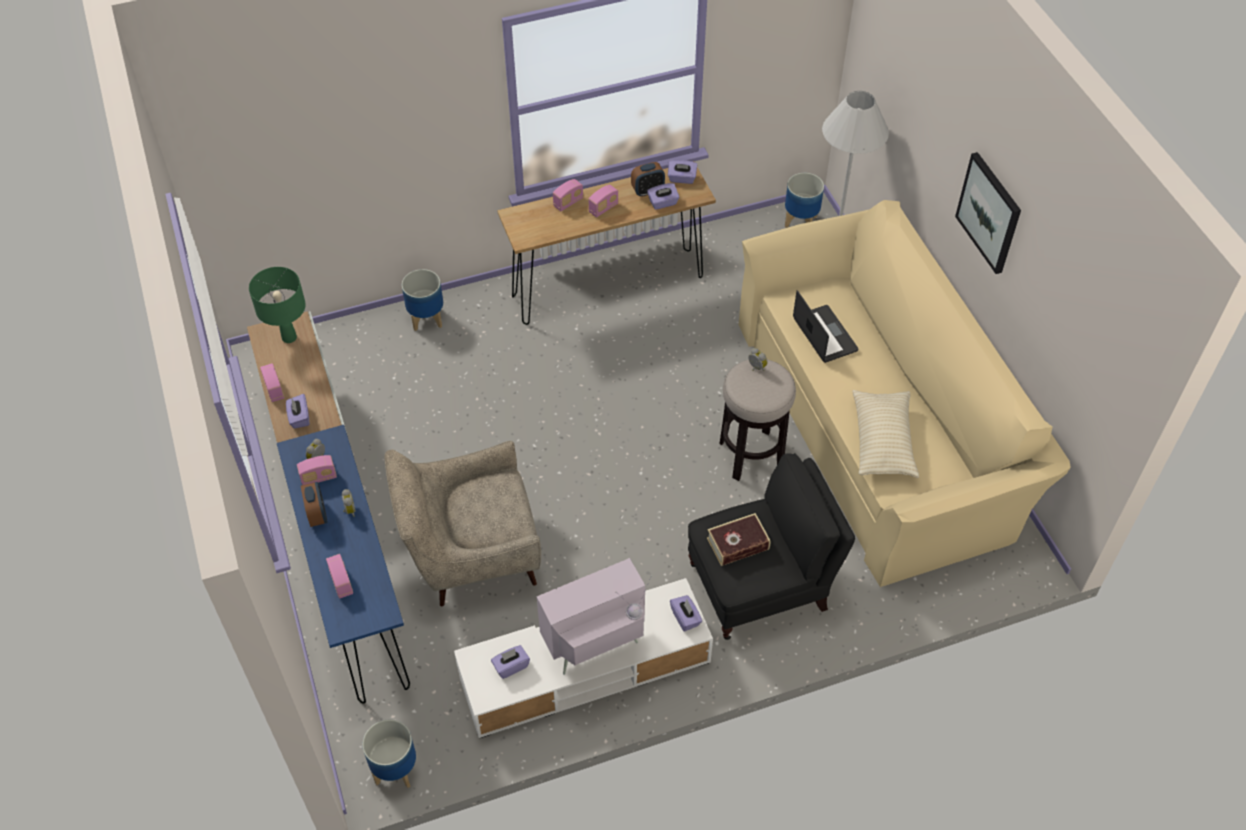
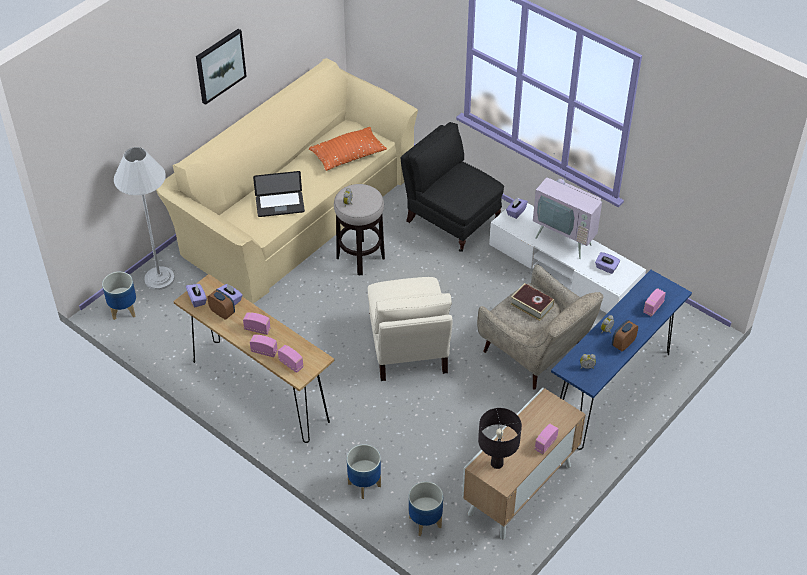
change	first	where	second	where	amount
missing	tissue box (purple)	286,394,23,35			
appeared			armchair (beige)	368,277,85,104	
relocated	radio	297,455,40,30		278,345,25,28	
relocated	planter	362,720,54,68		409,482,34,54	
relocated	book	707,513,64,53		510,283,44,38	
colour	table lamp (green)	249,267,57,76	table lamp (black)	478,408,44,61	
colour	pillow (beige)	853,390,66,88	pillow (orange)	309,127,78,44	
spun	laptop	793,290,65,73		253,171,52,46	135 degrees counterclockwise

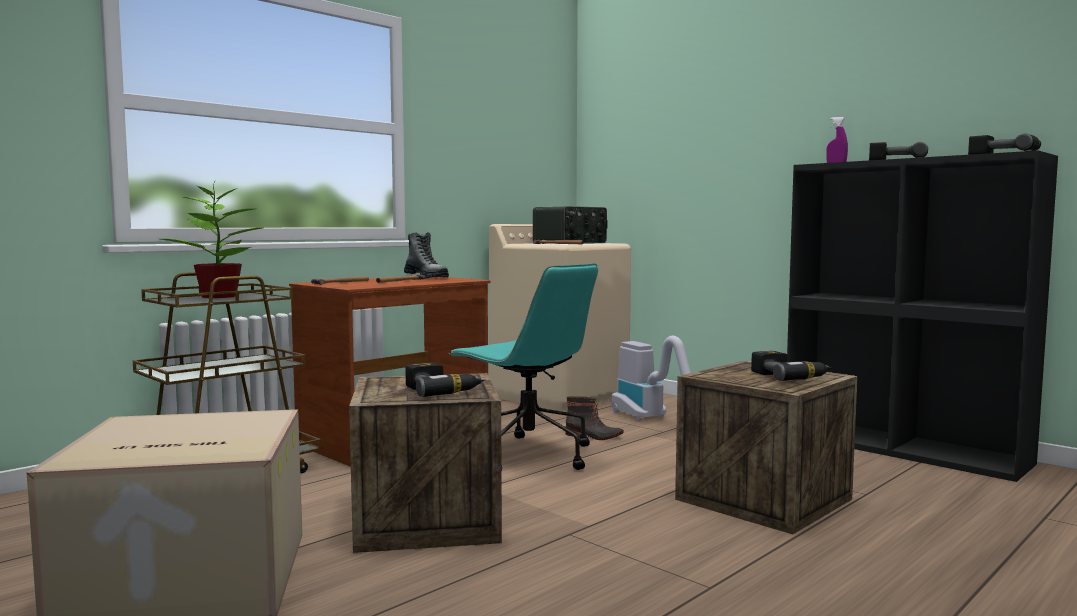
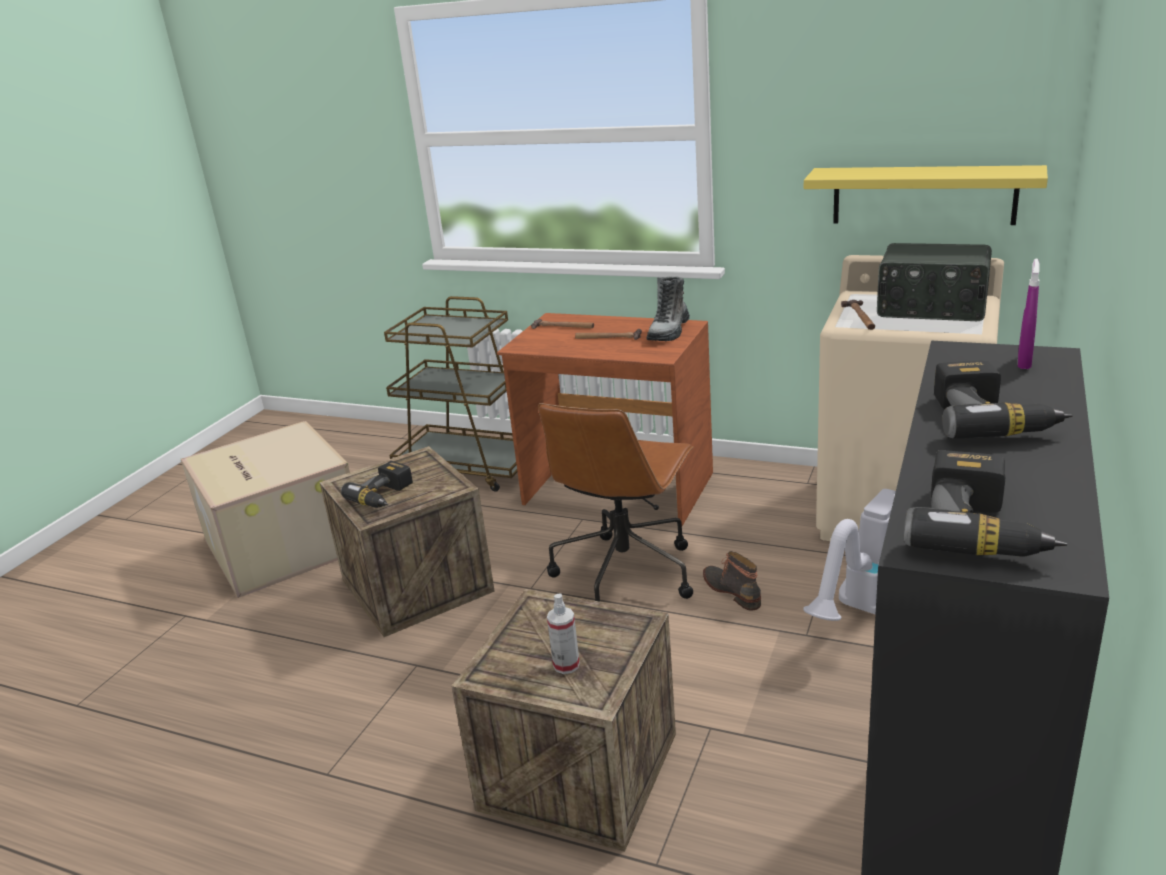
change	first	where	second	where	amount
missing	potted plant	161,181,101,117			
appeared			shelf (yellow)	804,165,244,60	
exchanged	power drill	751,351,81,30	spray bottle	547,593,33,81	
colour	office chair (turquoise)	448,263,150,207	office chair (brown)	538,403,156,199	
spun	boot	566,396,58,44		703,551,58,60	150 degrees clockwise

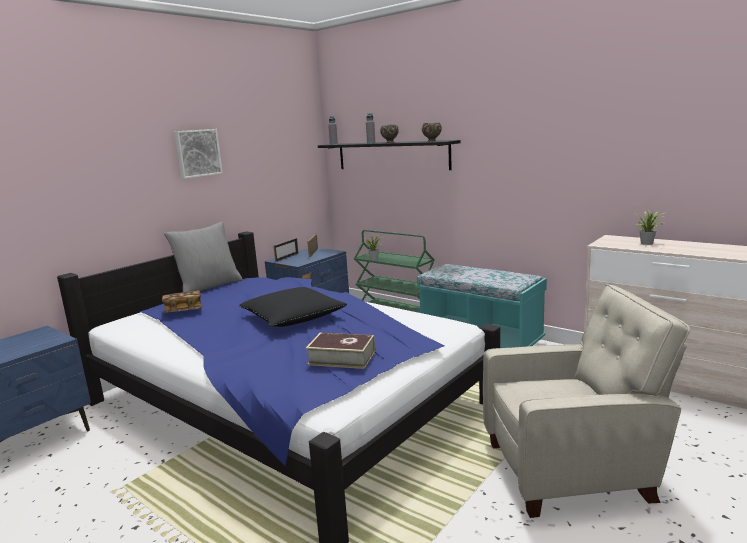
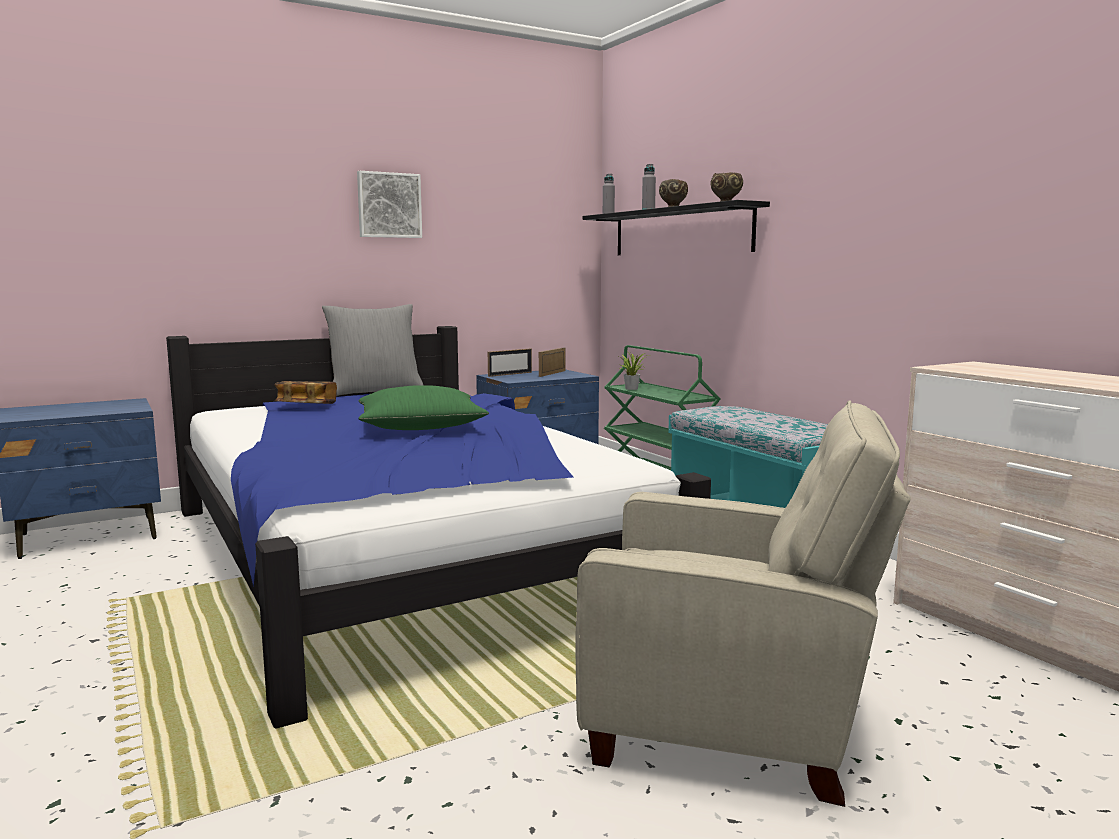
change	first	where	second	where	amount
missing	book	306,333,69,36			
missing	potted plant	636,210,29,35			
colour	pillow (black)	239,287,108,40	pillow (green)	358,385,131,45	

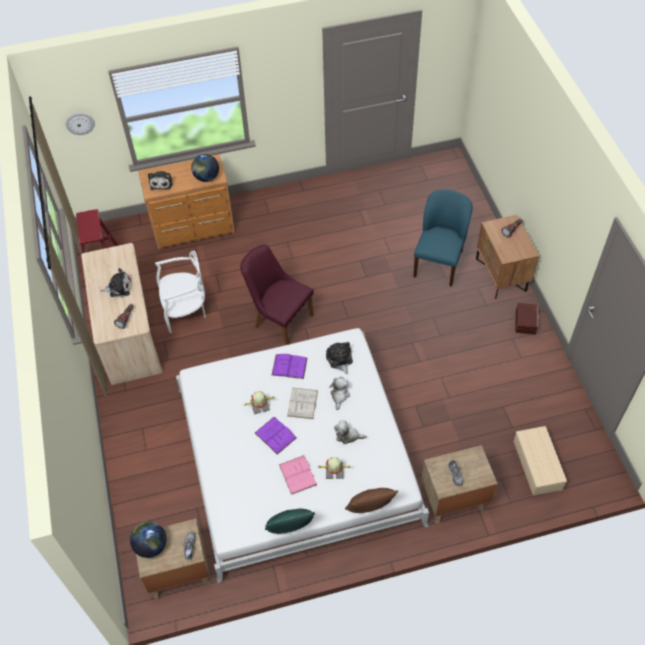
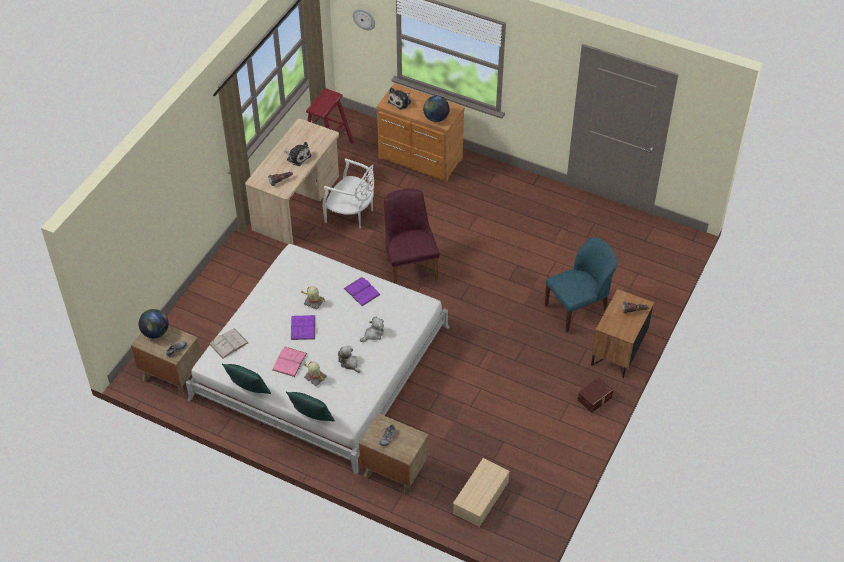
change	first	where	second	where	amount
missing	plush toy	326,342,27,32			
relocated	book (white)	287,388,31,31		209,328,39,30	
colour	pillow (brown)	345,488,53,25	pillow (green)	286,392,49,29	

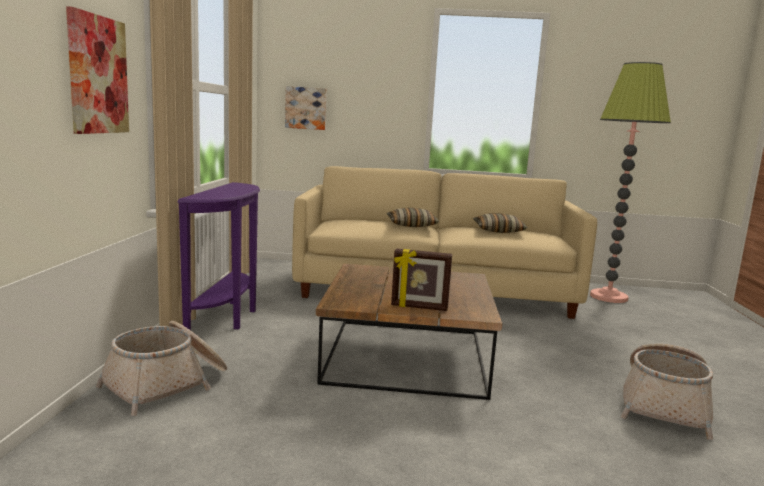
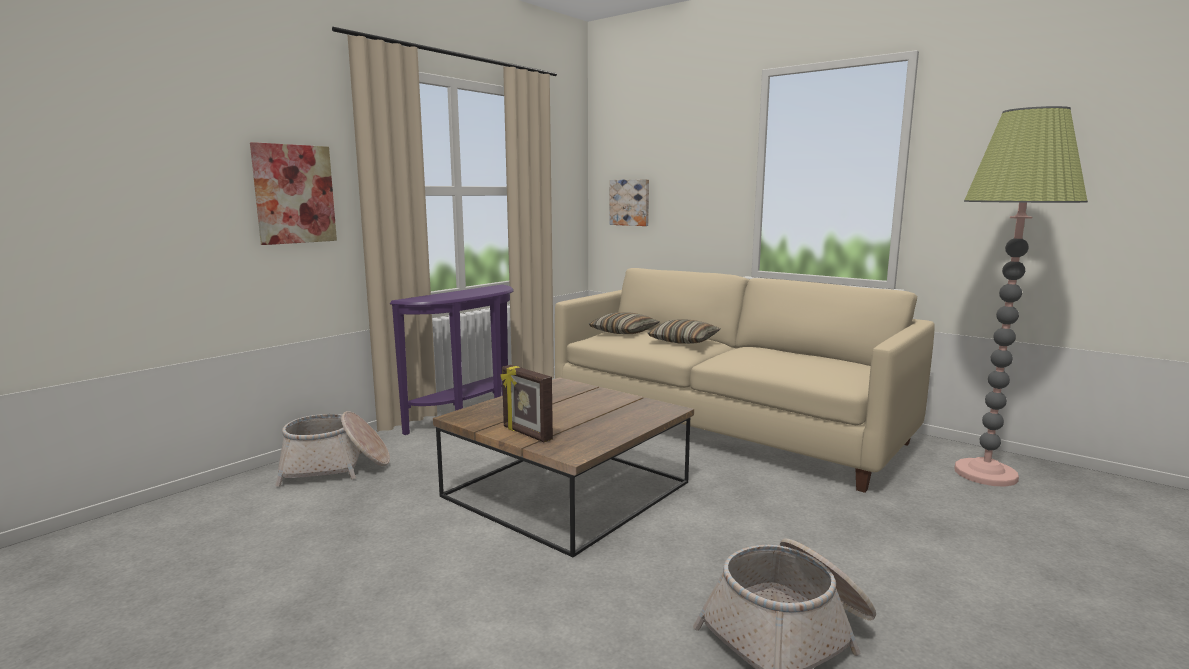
change	first	where	second	where	amount
relocated	pillow	473,213,54,20		589,312,70,22	

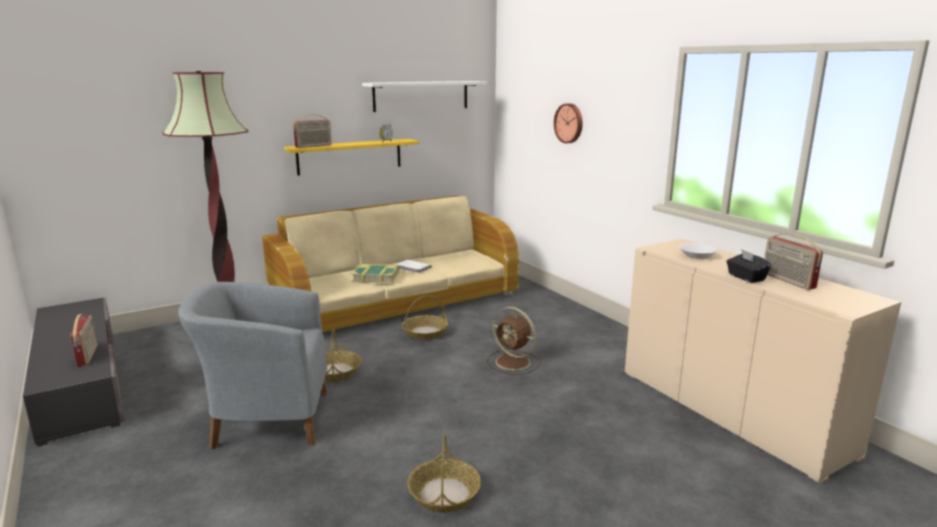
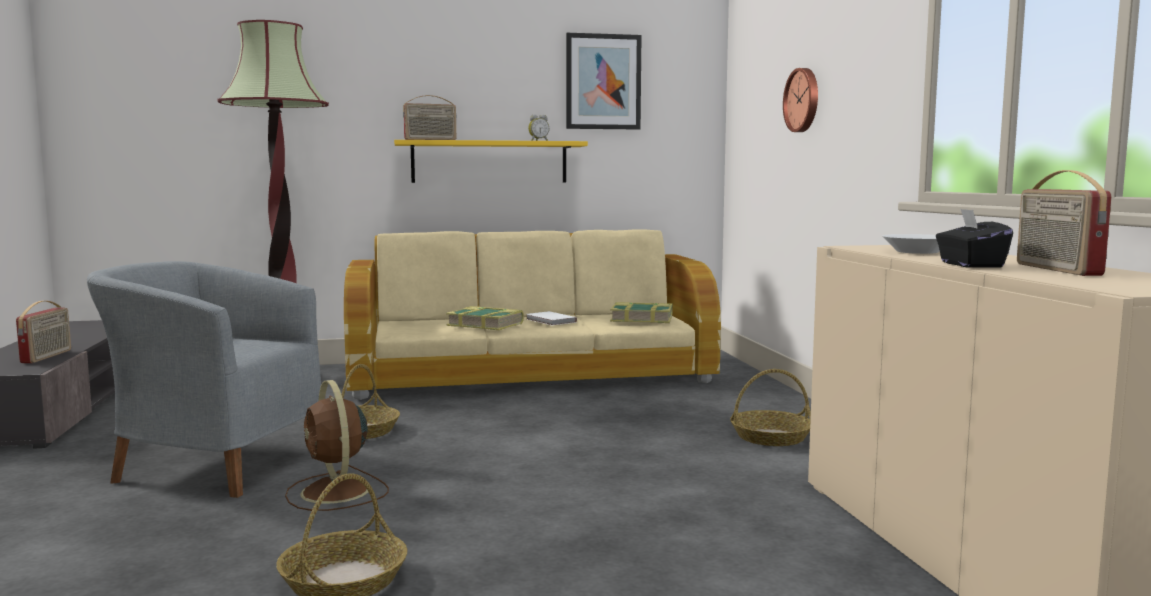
change	first	where	second	where	amount
appeared			book	610,302,63,21	
relocated	basket	402,295,46,45		730,369,81,77	
relocated	fan (brown)	487,307,54,68		285,380,104,131	
exchanged	shelf (white)	362,81,125,31	picture	566,33,75,97	

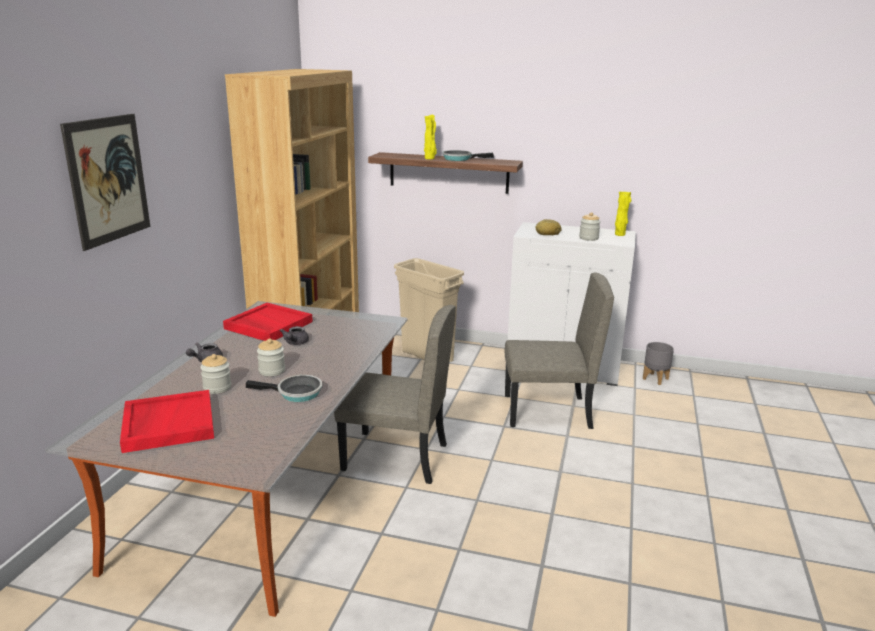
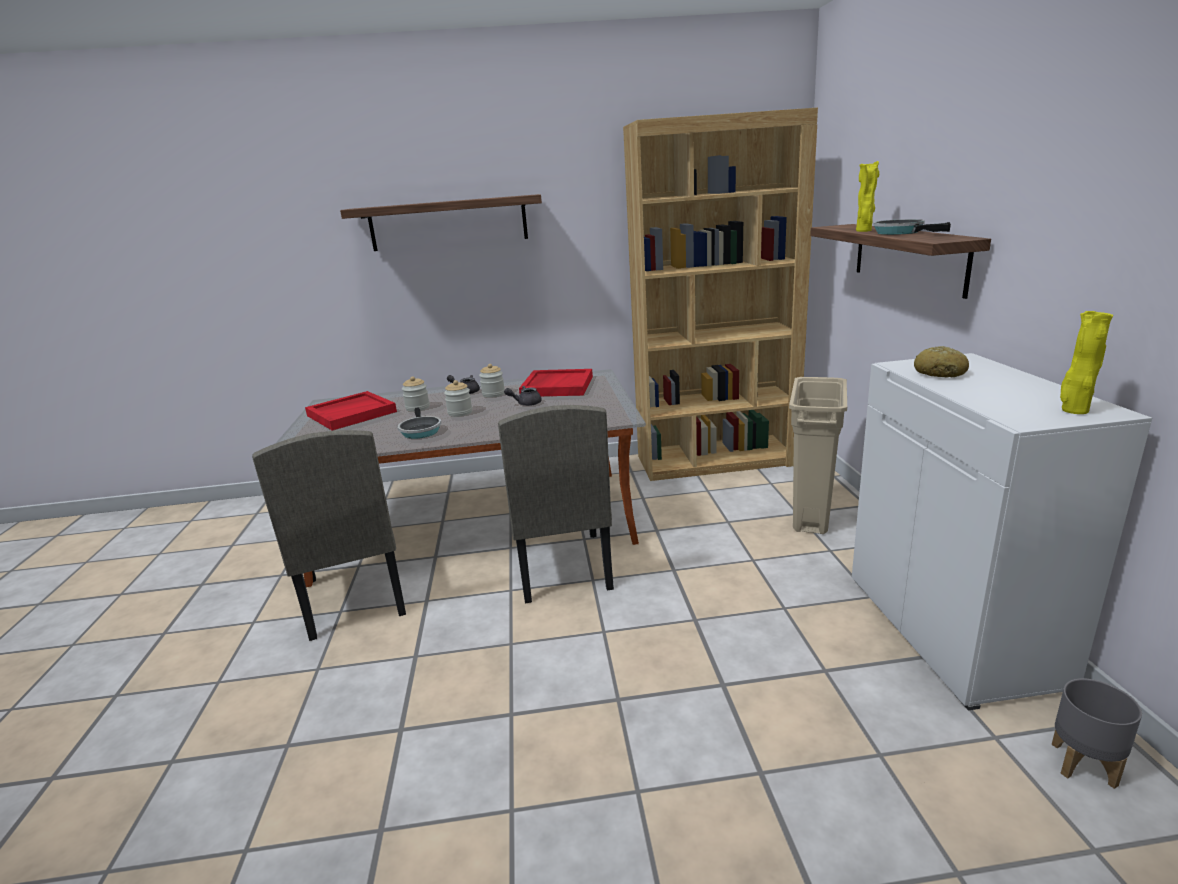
change	first	where	second	where	amount
relocated	chair (beige)	505,272,109,157		252,430,154,211	
relocated	jar	579,212,22,29		479,364,26,34	
exchanged	picture	60,114,90,137	shelf	340,194,202,57	

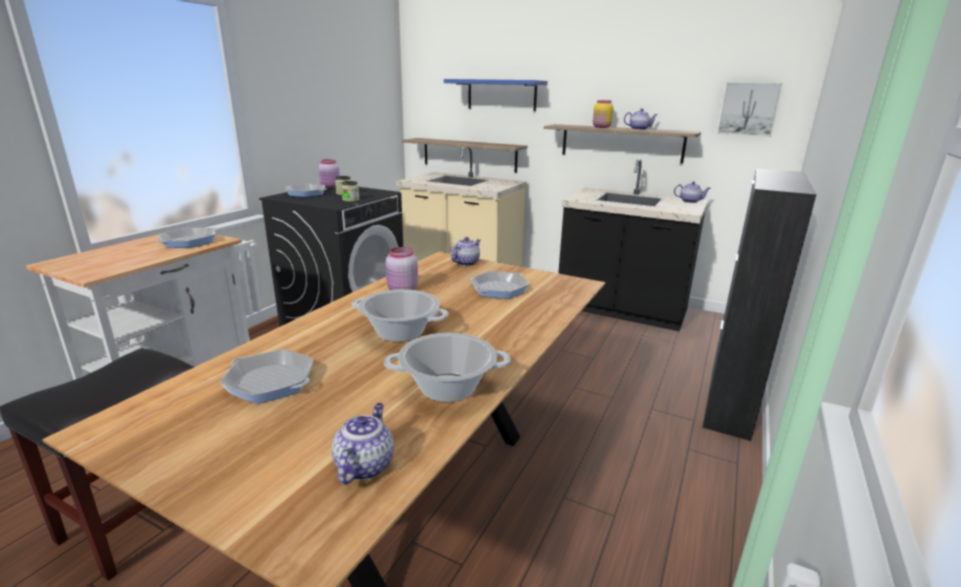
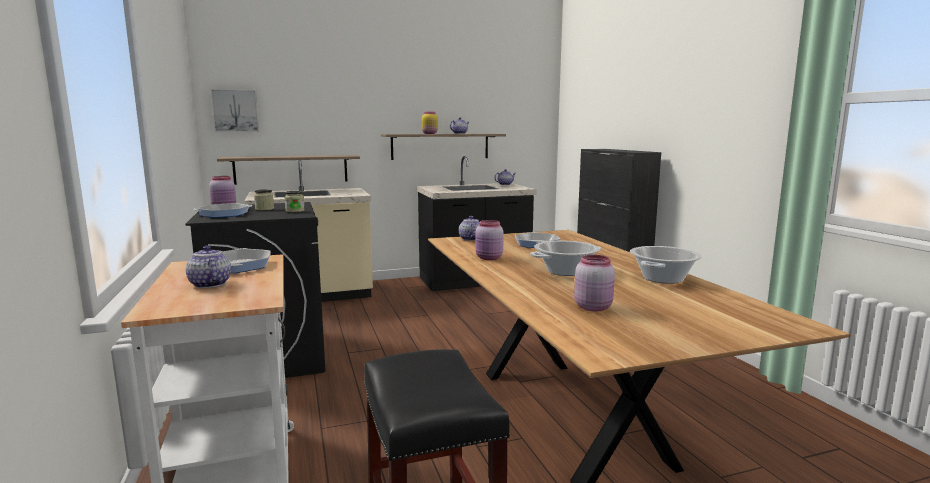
change	first	where	second	where	amount
missing	shelf (blue)	444,79,104,32			
relocated	teapot	332,403,62,81		186,245,45,43	
relocated	picture	717,82,66,55		211,89,48,43	
exchanged	frying pan	220,349,94,55	jar (pink)	574,255,41,56	

